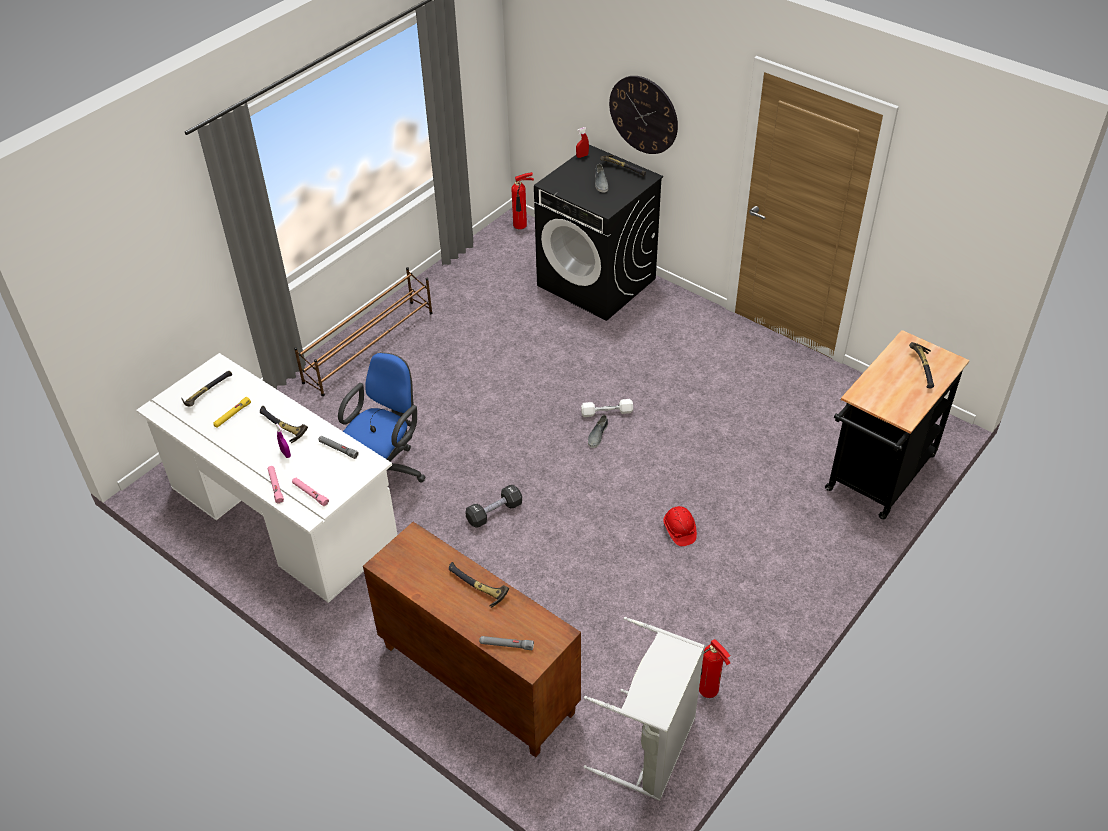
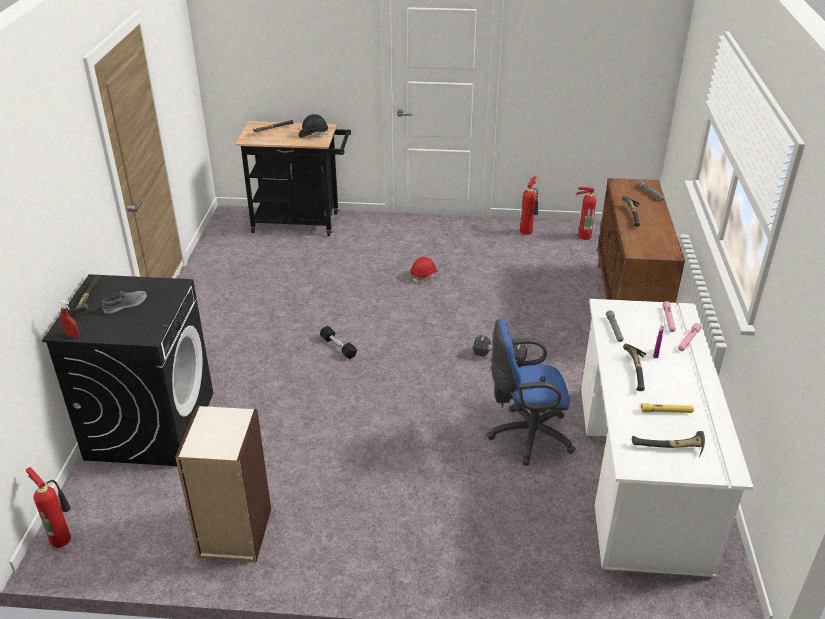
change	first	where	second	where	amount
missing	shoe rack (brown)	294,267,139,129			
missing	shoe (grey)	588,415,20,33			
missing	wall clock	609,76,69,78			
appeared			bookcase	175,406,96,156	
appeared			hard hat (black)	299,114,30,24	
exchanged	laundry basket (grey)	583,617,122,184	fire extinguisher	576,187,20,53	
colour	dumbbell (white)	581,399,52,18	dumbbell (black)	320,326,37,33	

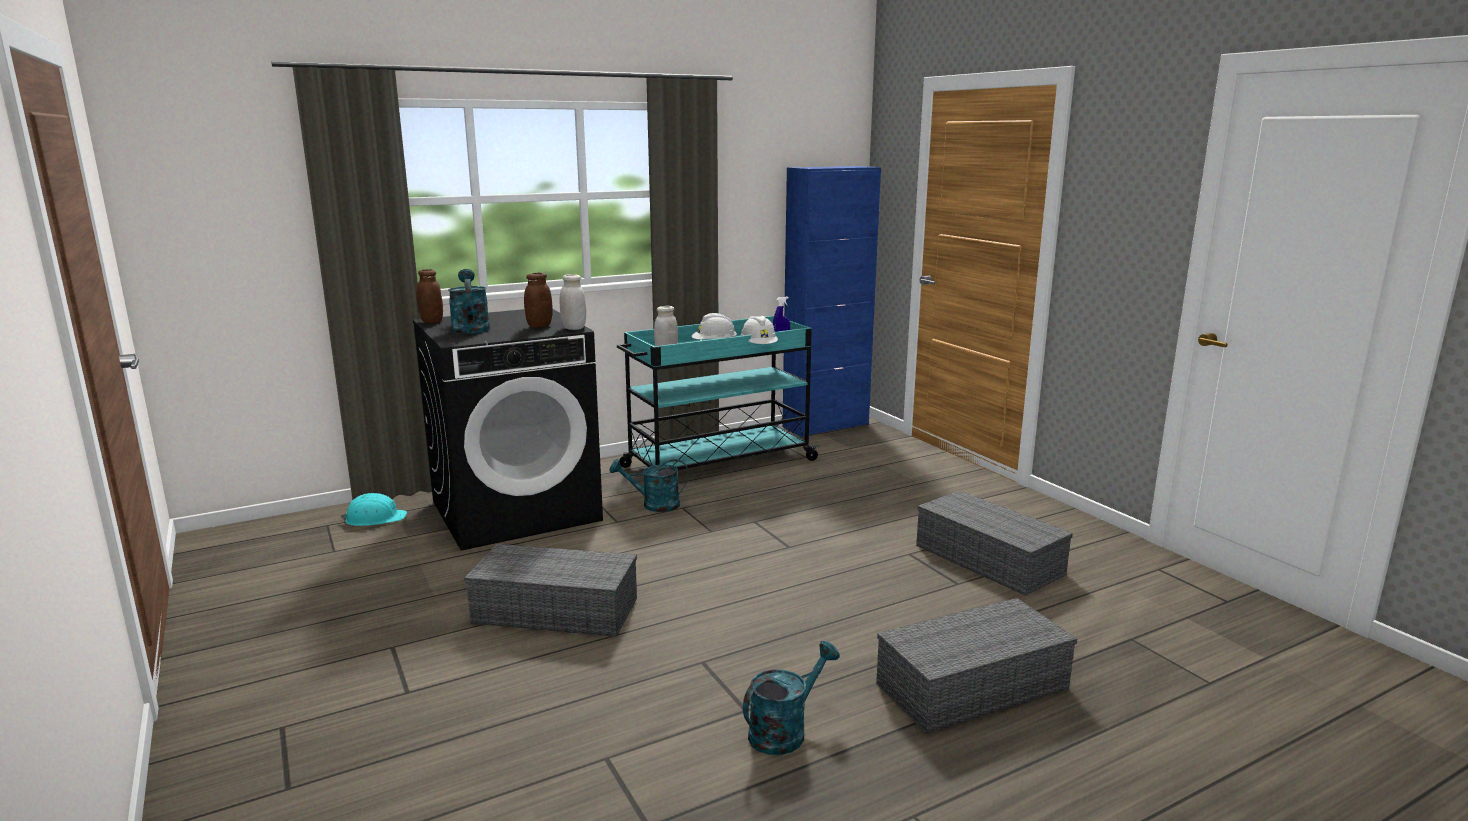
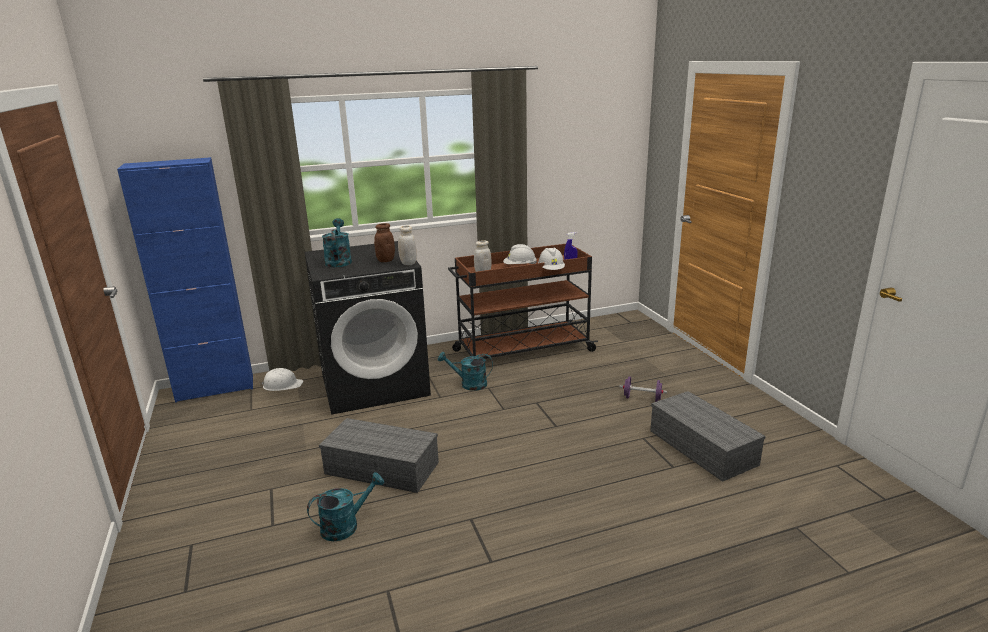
change	first	where	second	where	amount
missing	jar (brown)	416,269,27,54			
missing	storage box (grey)	876,598,201,136			
appeared			dumbbell (purple)	619,377,48,25	
relocated	watering can (turquoise)	743,641,97,114		307,472,77,69	
relocated	cabinet (blue)	782,166,99,271		117,157,136,246	
colour	hard hat (turquoise)	341,493,66,33	hard hat (white)	260,368,43,23	
colour	cart (turquoise)	617,316,203,154	cart (brown)	448,244,150,115	

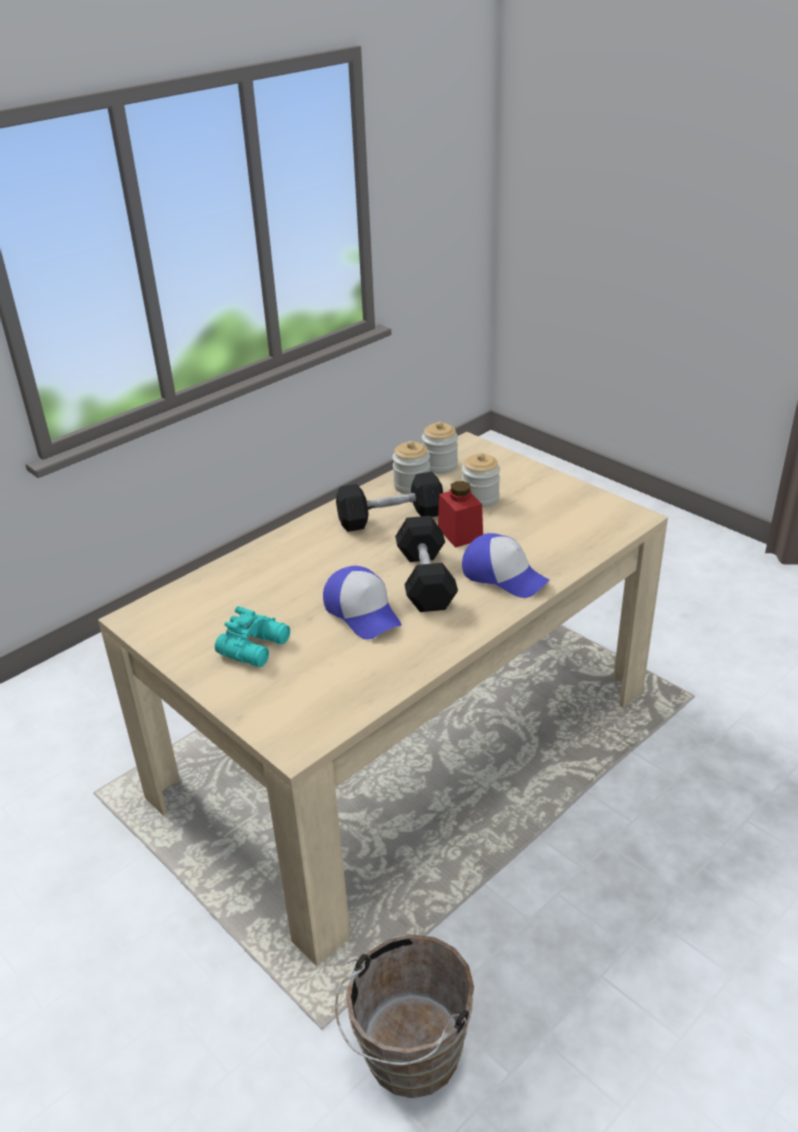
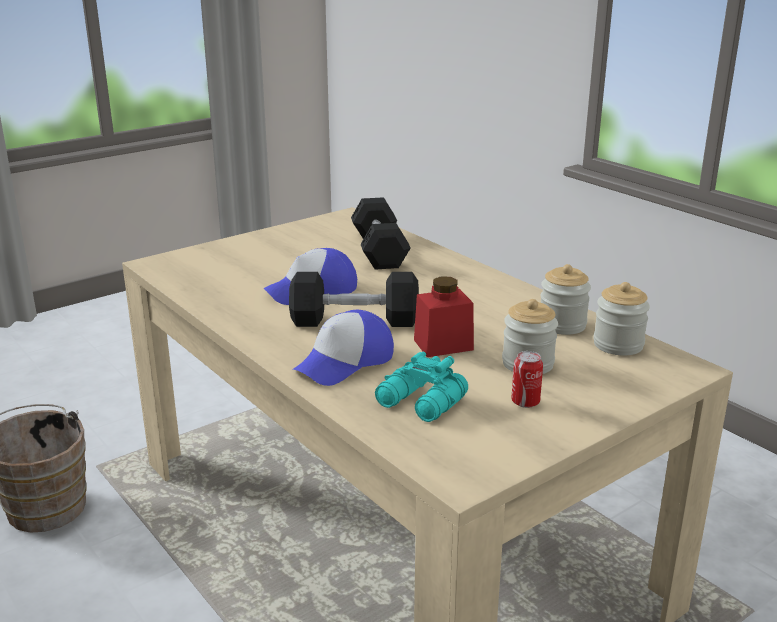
change	first	where	second	where	amount
appeared			can	511,351,32,57	
relocated	binoculars (turquoise)	215,606,75,61		375,352,93,70	
relocated	dumbbell (black)	336,471,107,61		351,197,60,73	

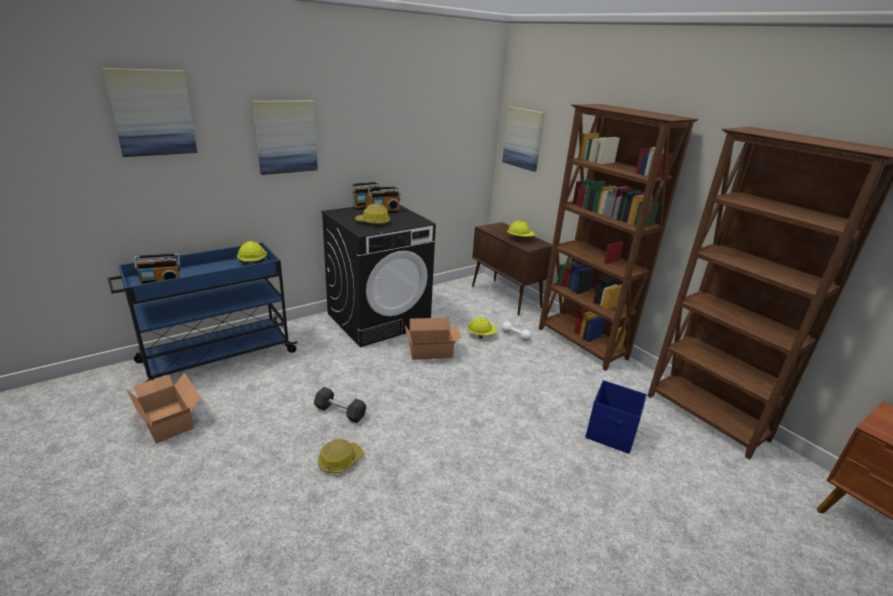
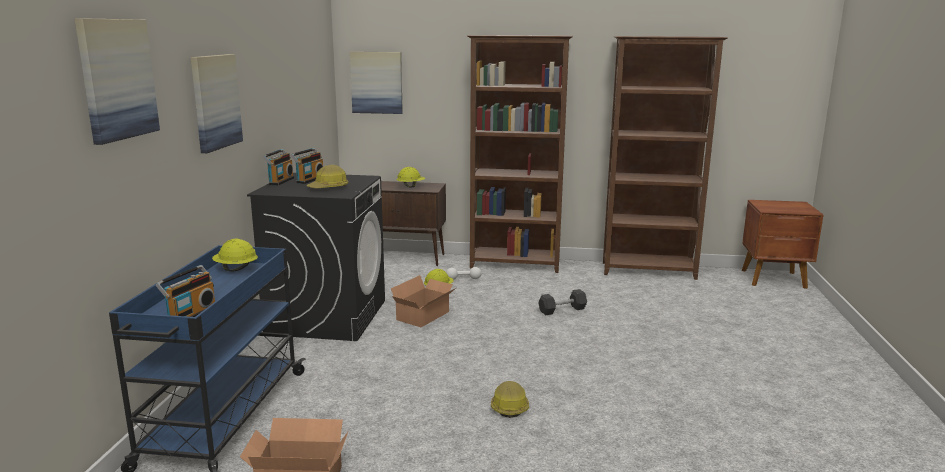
change	first	where	second	where	amount
missing	storage box (blue)	586,380,61,74			
relocated	dumbbell (grey)	314,387,52,36		538,289,49,26	

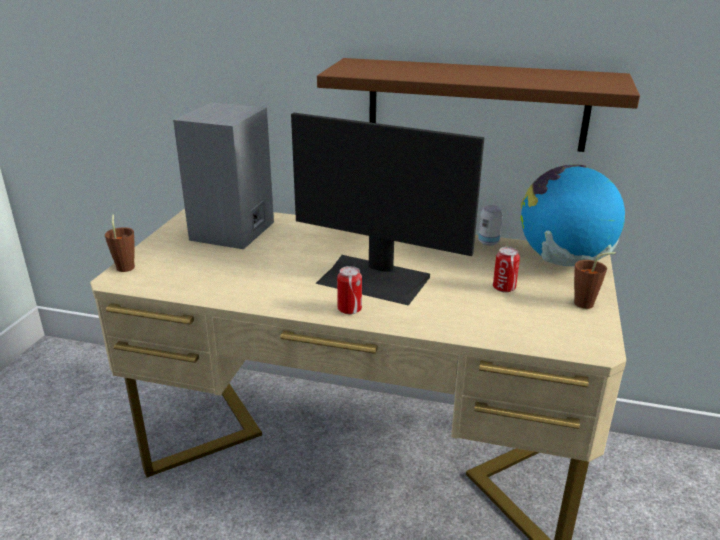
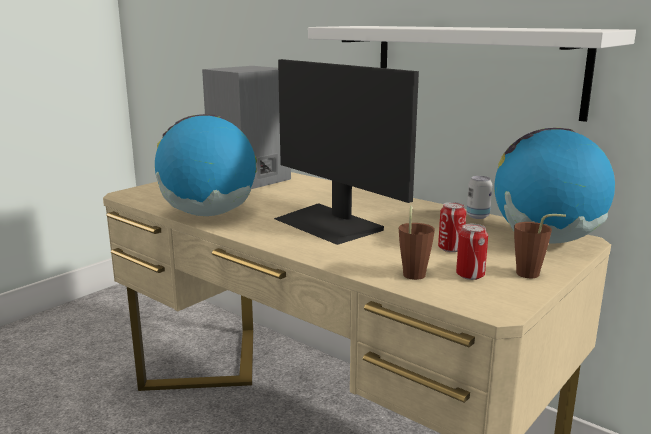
change	first	where	second	where	amount
appeared			globe	155,114,102,102	
relocated	cup (brown)	105,214,30,58		399,205,36,75	
relocated	can	337,266,25,48		456,224,32,56	
colour	shelf (brown)	317,58,323,94	shelf (white)	308,26,328,96	

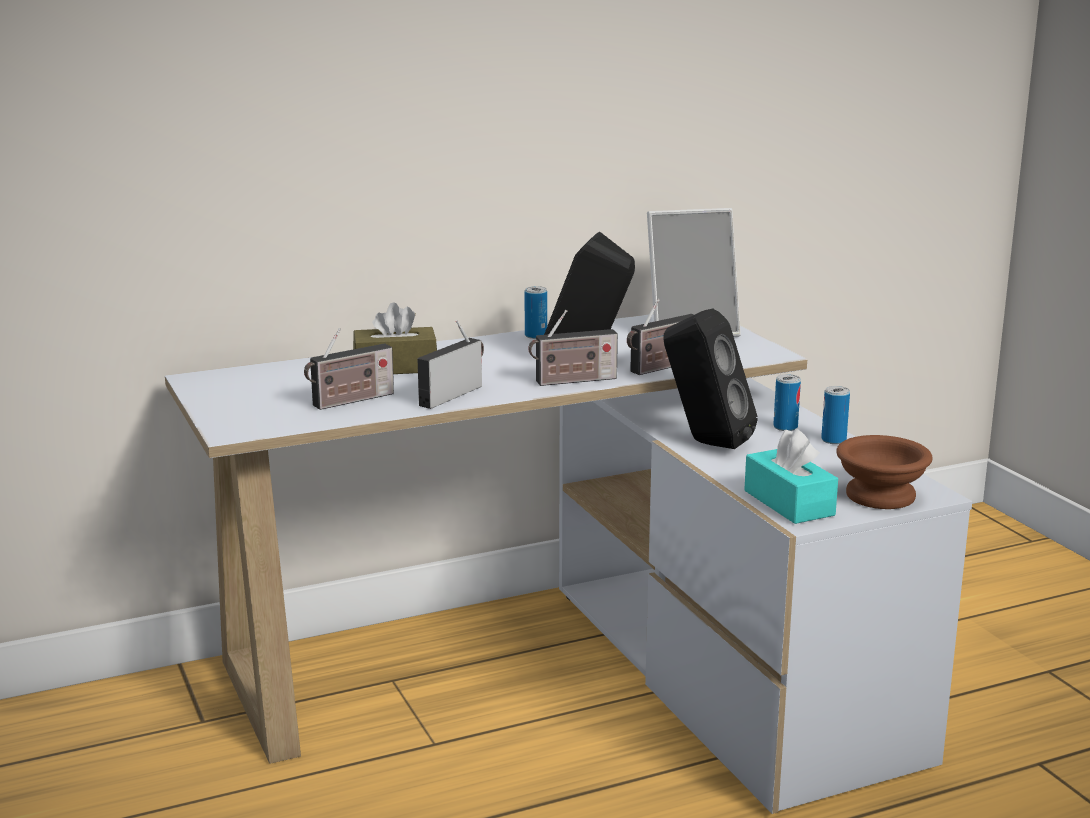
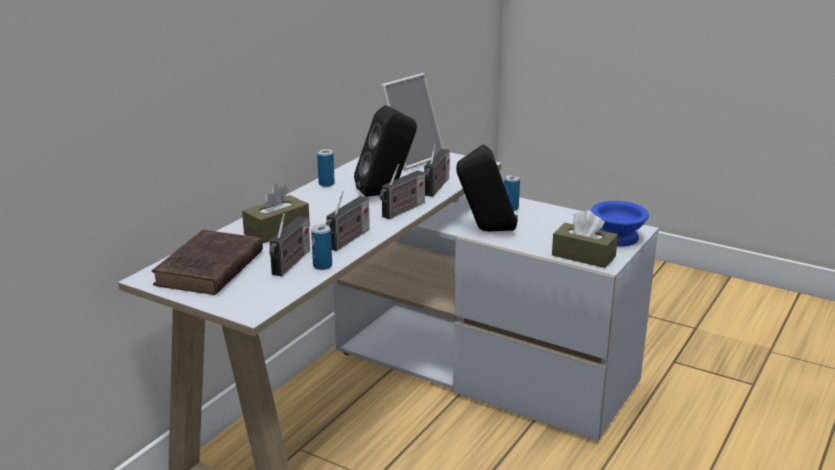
change	first	where	second	where	amount
appeared			book (brown)	152,230,111,65	
relocated	can	821,386,29,58		311,224,21,46	
colour	tissue box (turquoise)	744,429,94,95	tissue box (brown)	552,210,66,58	
colour	bowl (brown)	836,435,97,74	bowl (blue)	591,201,58,45	
spun	radio	417,320,67,89		326,191,44,60	150 degrees counterclockwise

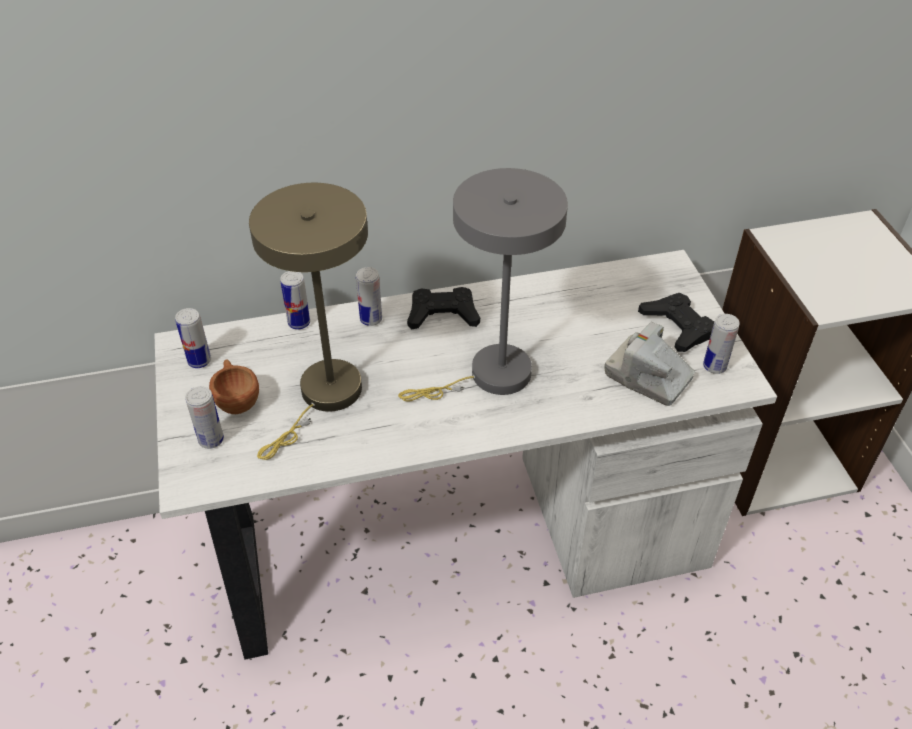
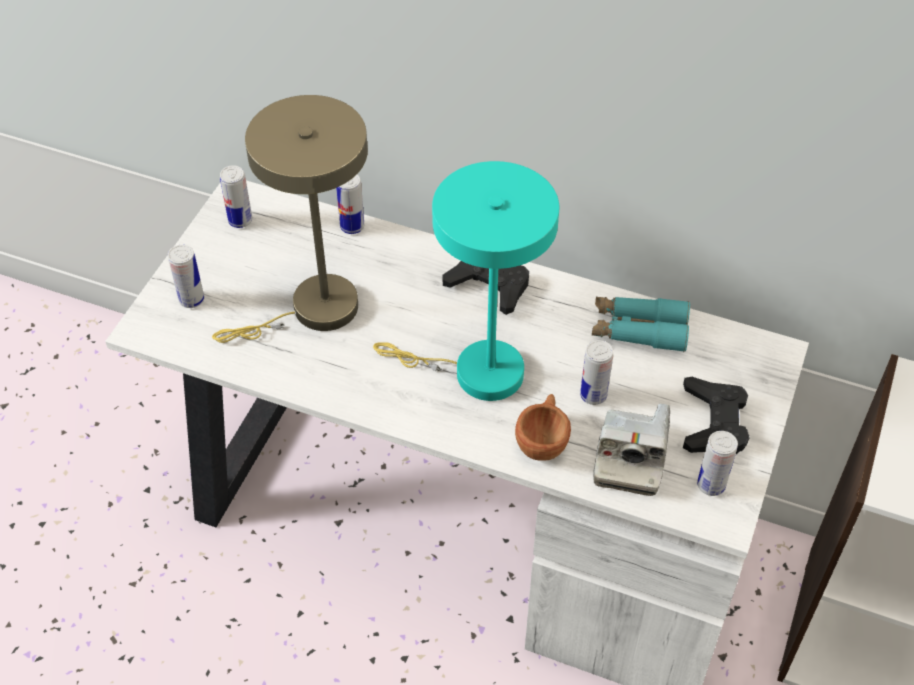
change	first	where	second	where	amount
appeared			binoculars (turquoise)	592,297,98,55	
relocated	cup (brown)	209,359,50,55		515,394,56,67	
relocated	can	356,267,26,59		580,340,33,65	
colour	table lamp (grey)	398,168,170,234	table lamp (turquoise)	373,161,186,240	
spun	photo camera	604,322,91,84		593,403,77,93	150 degrees counterclockwise

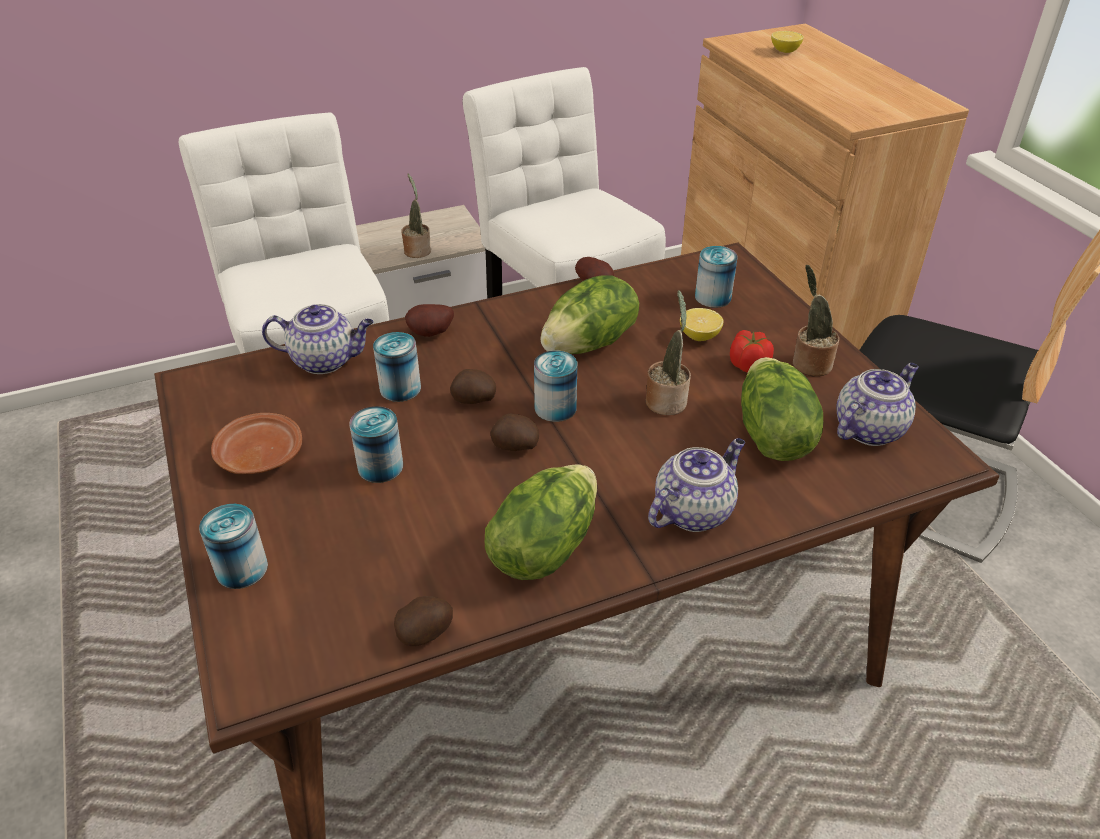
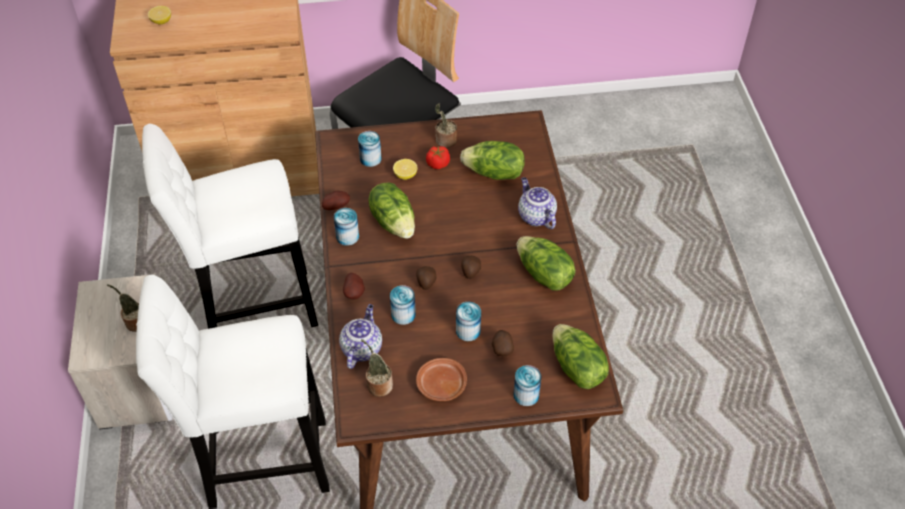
change	first	where	second	where	amount
missing	teapot	836,363,83,83			
appeared			lettuce	553,324,56,65	
relocated	potato	394,596,59,50		492,330,22,26	
relocated	can	534,350,43,72		334,208,25,38	
relocated	potted plant	646,290,45,125		361,339,32,58	

